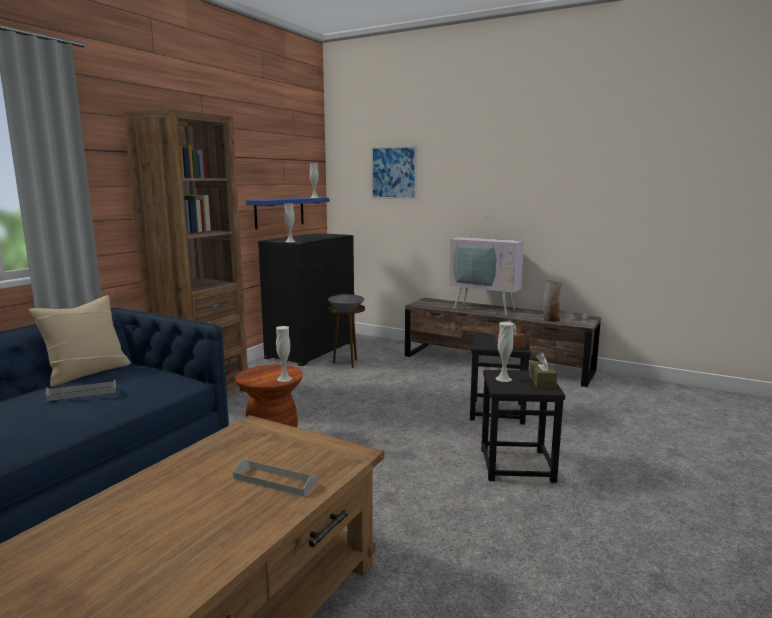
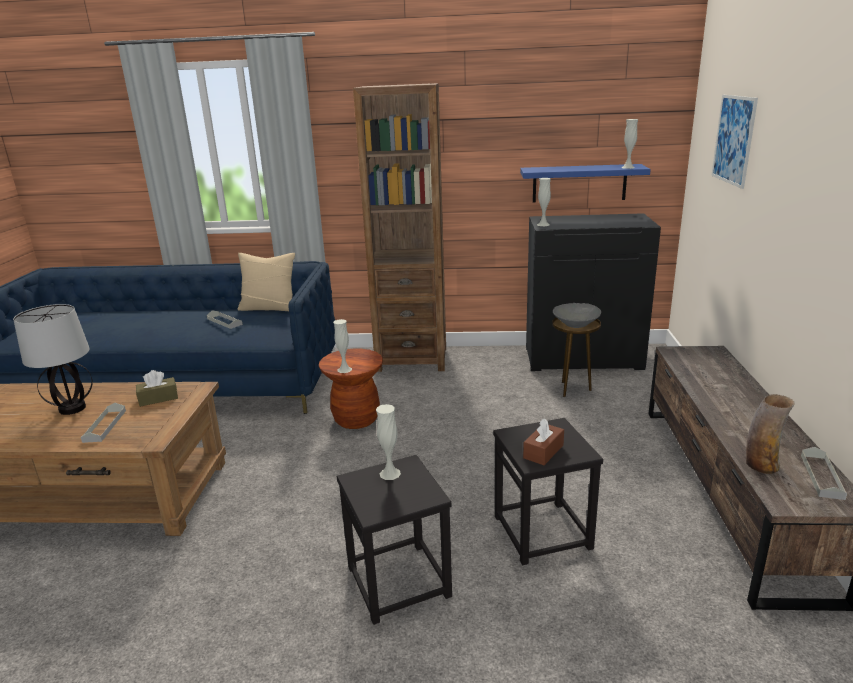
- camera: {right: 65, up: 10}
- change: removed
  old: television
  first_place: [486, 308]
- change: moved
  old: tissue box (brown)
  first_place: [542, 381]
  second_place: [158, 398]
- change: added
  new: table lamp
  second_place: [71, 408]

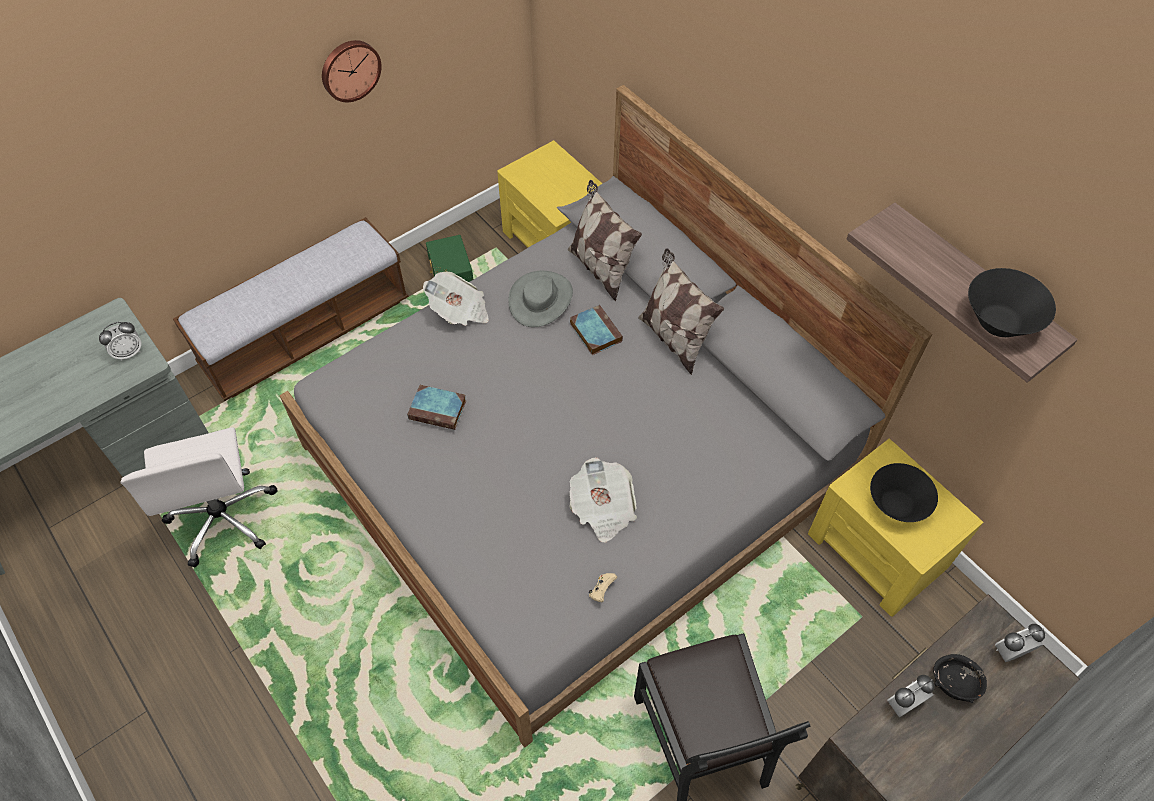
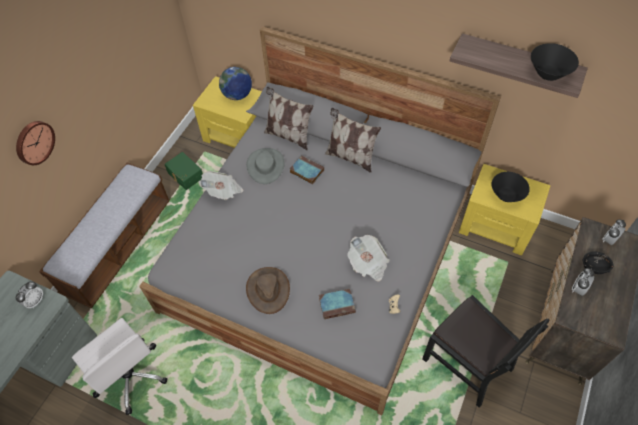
- camera: {right: -25, up: 0}
- change: moved
  old: wall clock
  first_place: [350, 69]
  second_place: [34, 142]
- change: moved
  old: book
  first_place: [439, 409]
  second_place: [337, 305]
- change: added
  new: globe
  second_place: [237, 95]
- change: added
  new: hat (brown)
  second_place: [268, 290]

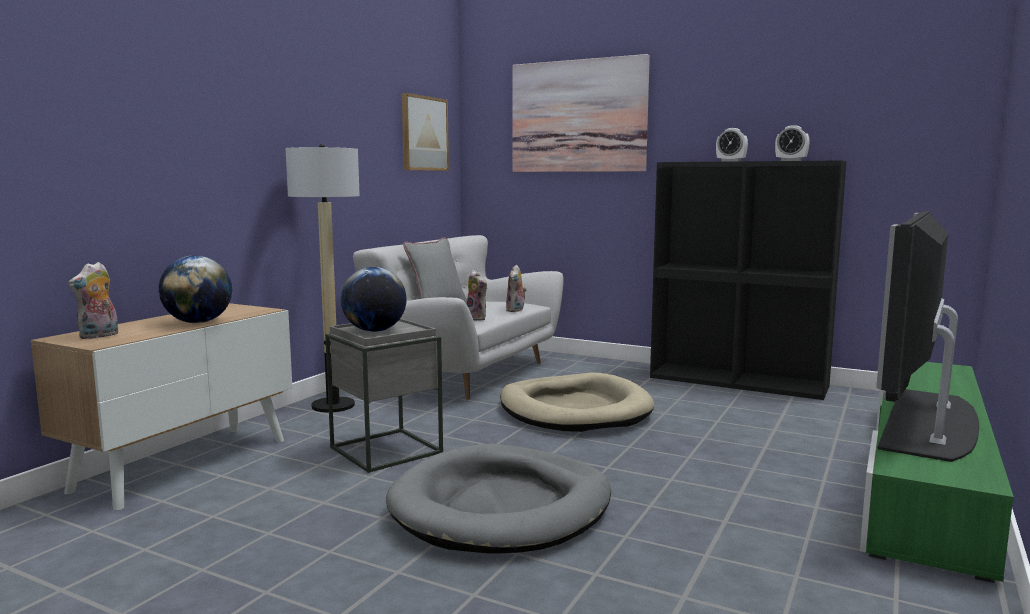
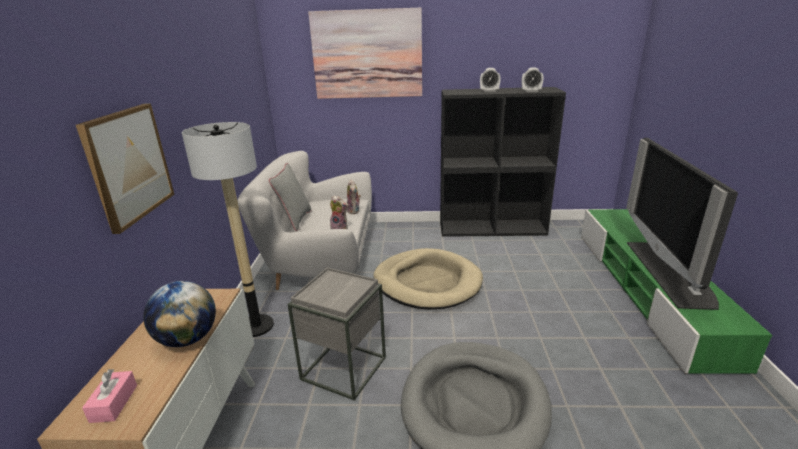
- camera: {right: -25, up: 15}
- change: replaced
  old: plush toy
  new: tissue box (pink)
  first_place: [99, 336]
  second_place: [114, 403]
- change: removed
  old: globe
  first_place: [375, 331]
- change: moved
  old: picture
  first_place: [424, 133]
  second_place: [128, 165]

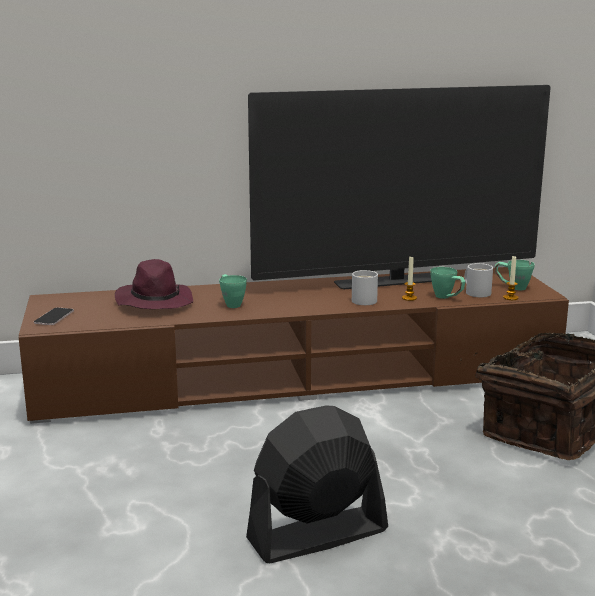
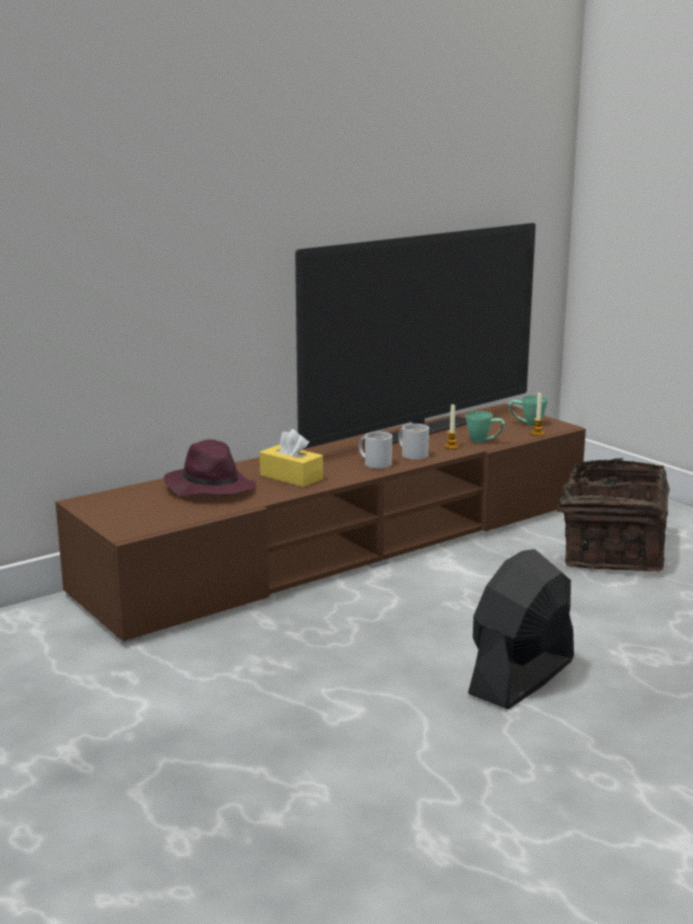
- camera: {right: -25, up: 0}
- change: removed
  old: phone
  first_place: [54, 317]
- change: replaced
  old: mug (green)
  new: tissue box (yellow)
  first_place: [231, 303]
  second_place: [291, 477]
- change: moved
  old: mug (white)
  first_place: [477, 292]
  second_place: [376, 463]

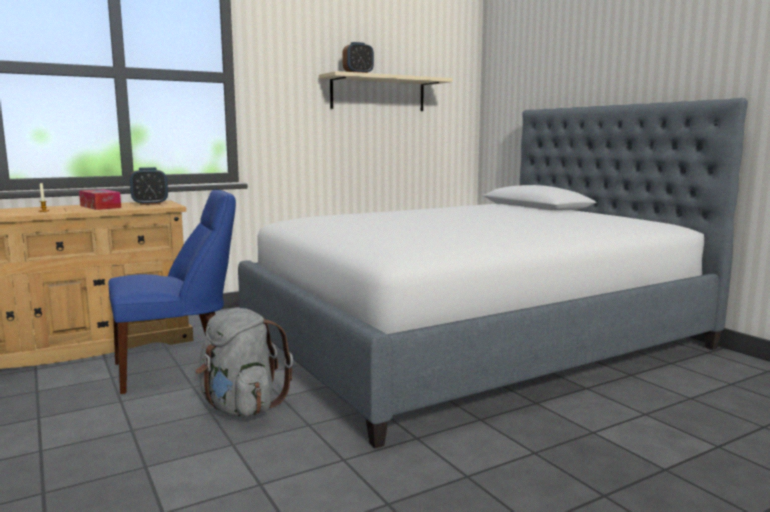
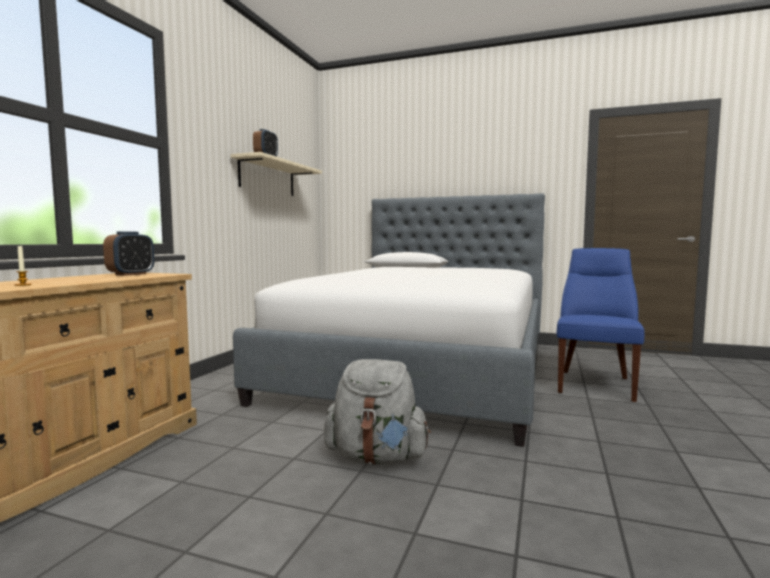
- camera: {right: -40, up: -5}
- change: removed
  old: tissue box
  first_place: [100, 207]
- change: moved
  old: chair (blue)
  first_place: [178, 368]
  second_place: [595, 384]

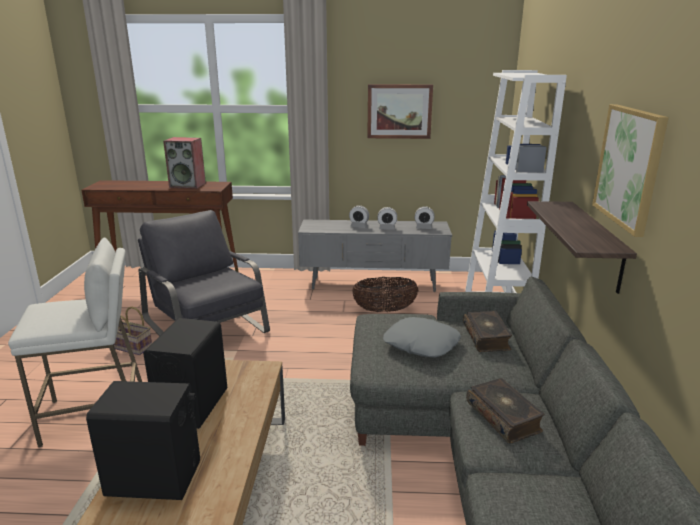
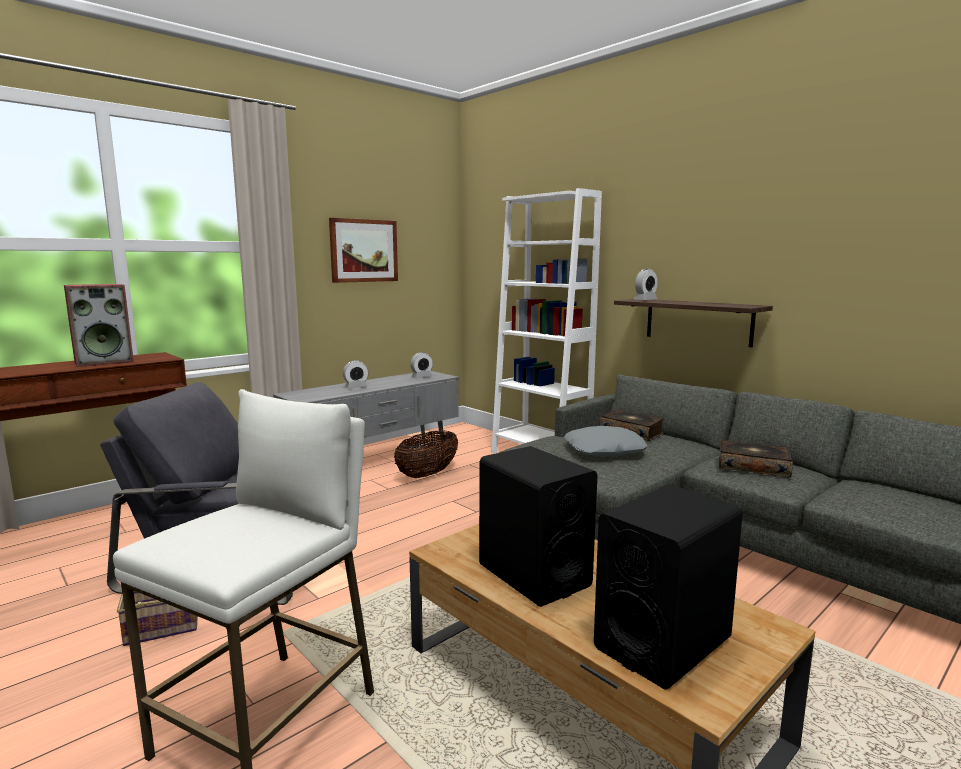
- camera: {right: -45, up: -10}
- change: moved
  old: alarm clock
  first_place: [387, 228]
  second_place: [645, 300]
- change: removed
  old: picture
  first_place: [629, 167]

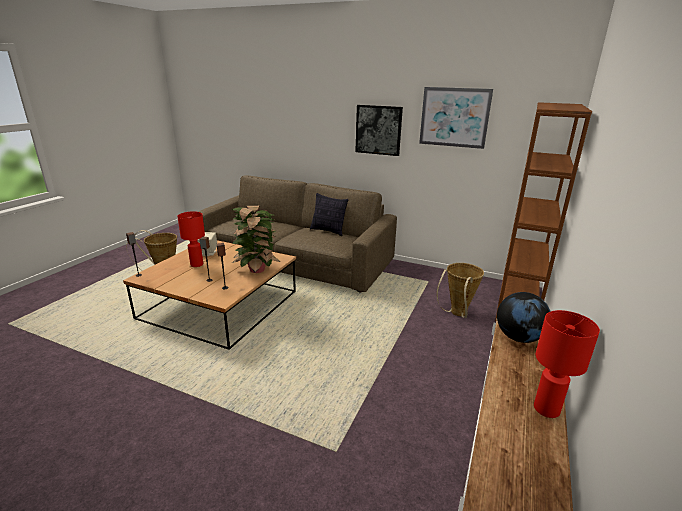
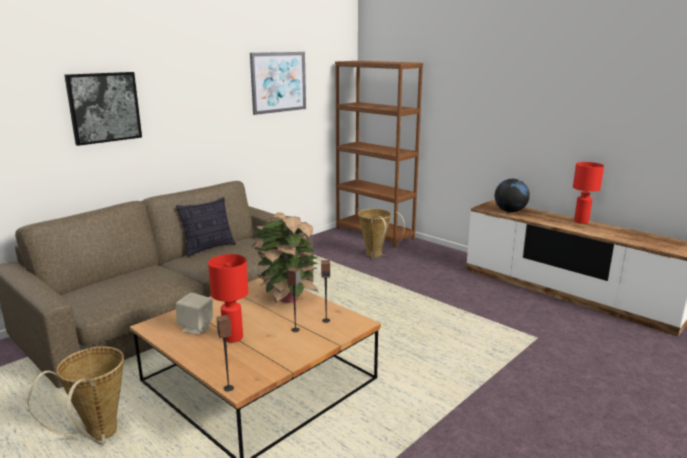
- camera: {right: -70, up: -5}
- change: moved
  old: picture
  first_place: [378, 130]
  second_place: [104, 107]

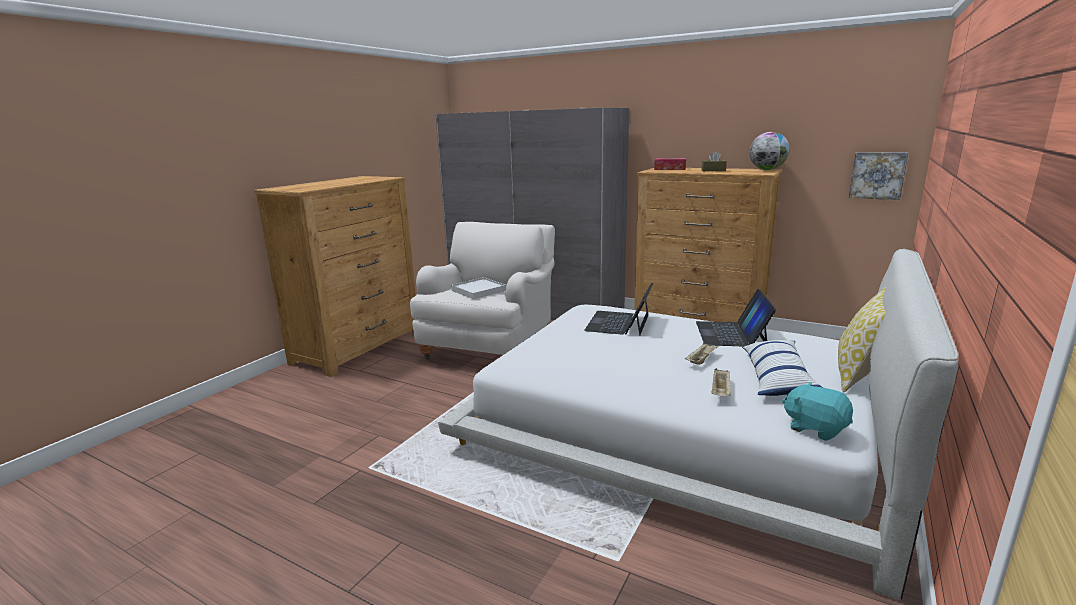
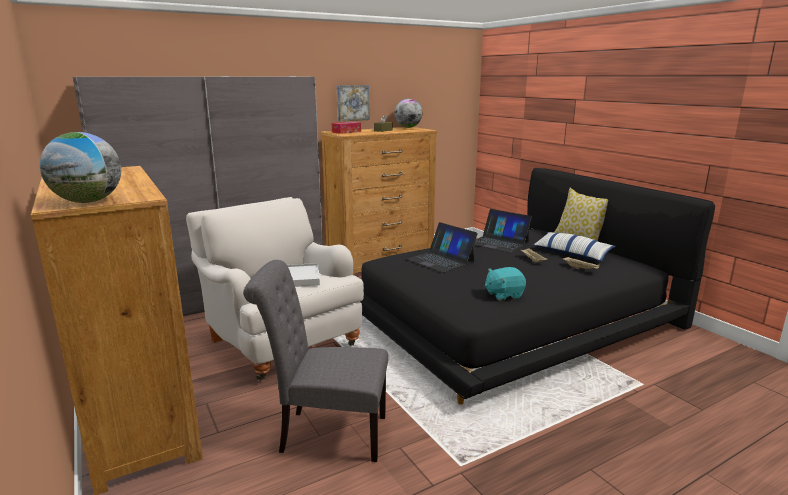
- camera: {right: -60, up: 0}
- change: recoloured
  old: bed (white)
  new: bed (black)
  first_place: [681, 428]
  second_place: [511, 317]
- change: moved
  old: plush toy (turquoise)
  first_place: [815, 428]
  second_place: [503, 295]
- change: moved
  old: picture
  first_place: [877, 175]
  second_place: [352, 103]
- change: added
  new: globe
  second_place: [88, 202]
- change: added
  new: chair (grey)
  second_place: [326, 433]

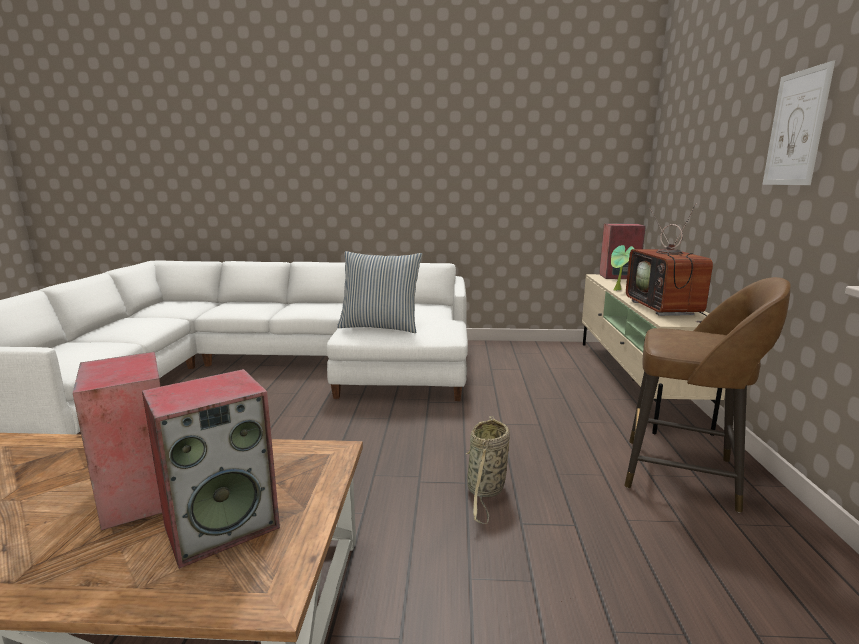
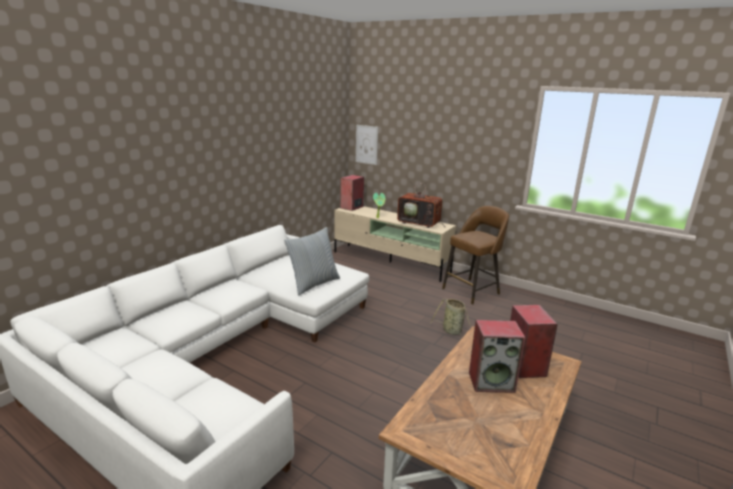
- camera: {right: -60, up: 5}
- change: moved
  old: picture
  first_place: [796, 128]
  second_place: [366, 144]

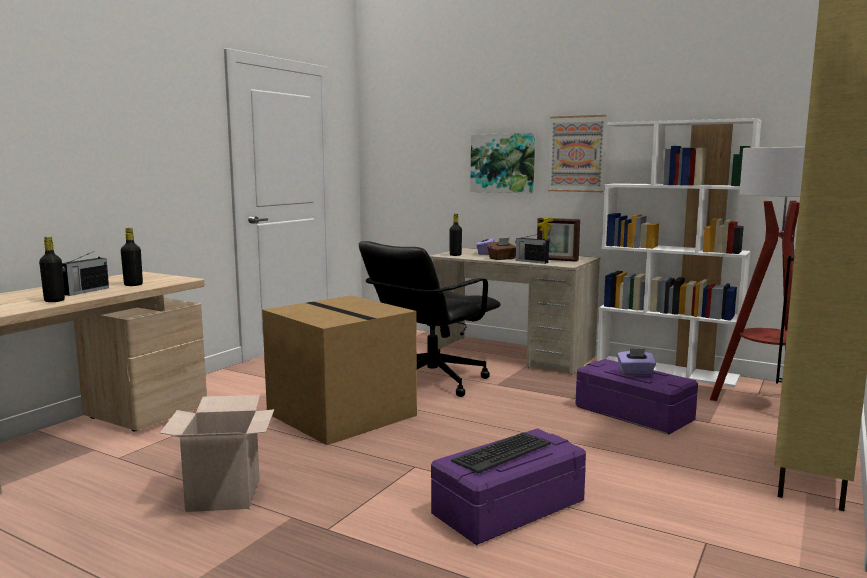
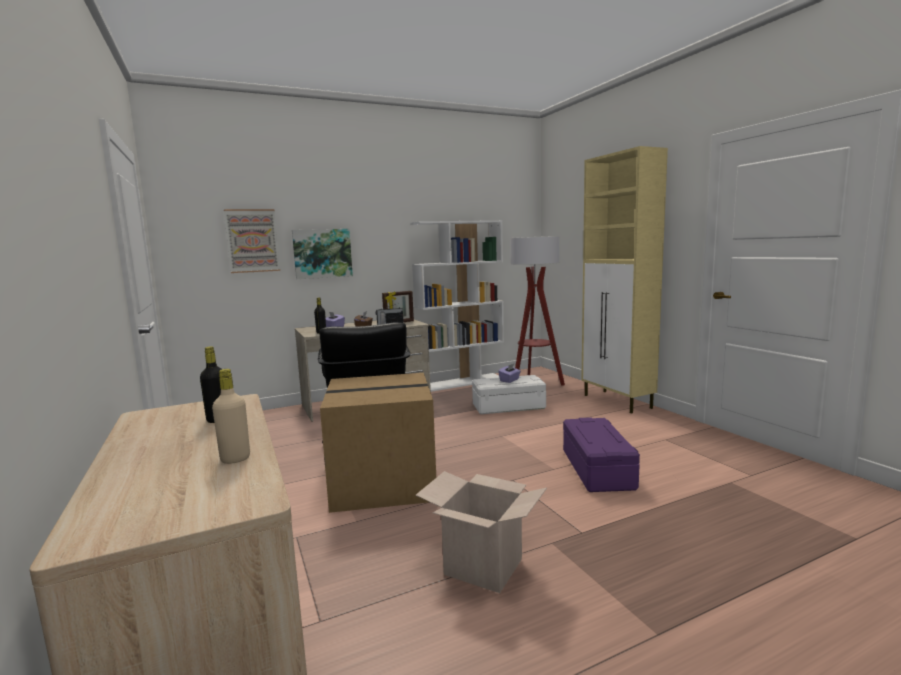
- camera: {right: -55, up: 0}
- change: recoloured
  old: bottle (black)
  new: bottle (beige)
  first_place: [54, 301]
  second_place: [235, 459]
- change: removed
  old: radio
  first_place: [85, 291]
- change: removed
  old: keyboard
  first_place: [501, 452]
- change: moved
  old: picture
  first_place: [577, 154]
  second_place: [252, 241]
- change: recoloured
  old: storage box (purple)
  new: storage box (white)
  first_place: [634, 414]
  second_place: [508, 406]

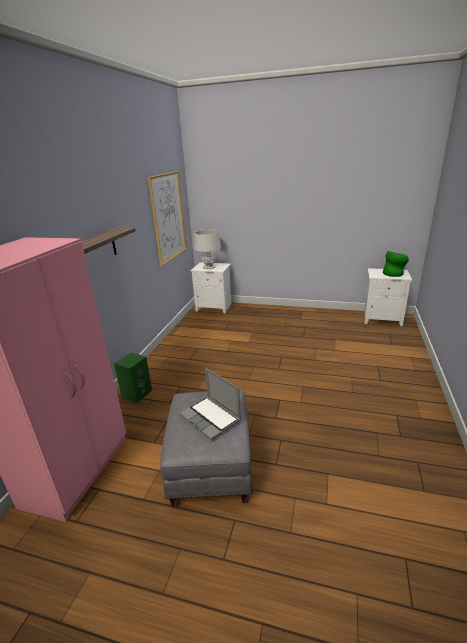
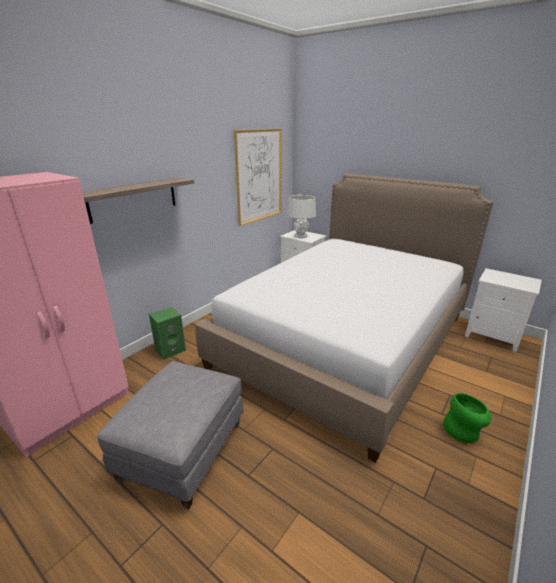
- camera: {right: 20, up: 0}
- change: removed
  old: laptop
  first_place: [211, 418]
- change: moved
  old: vase (green)
  first_place: [394, 274]
  second_place: [463, 431]
- change: added
  new: bed
  second_place: [345, 341]

